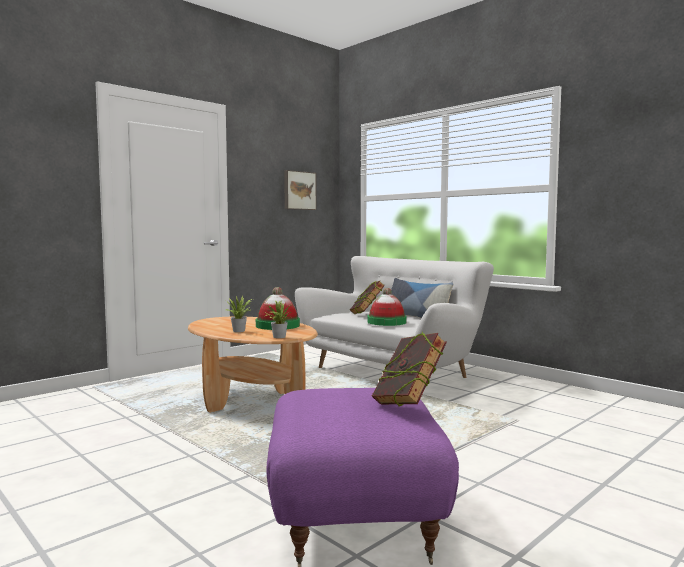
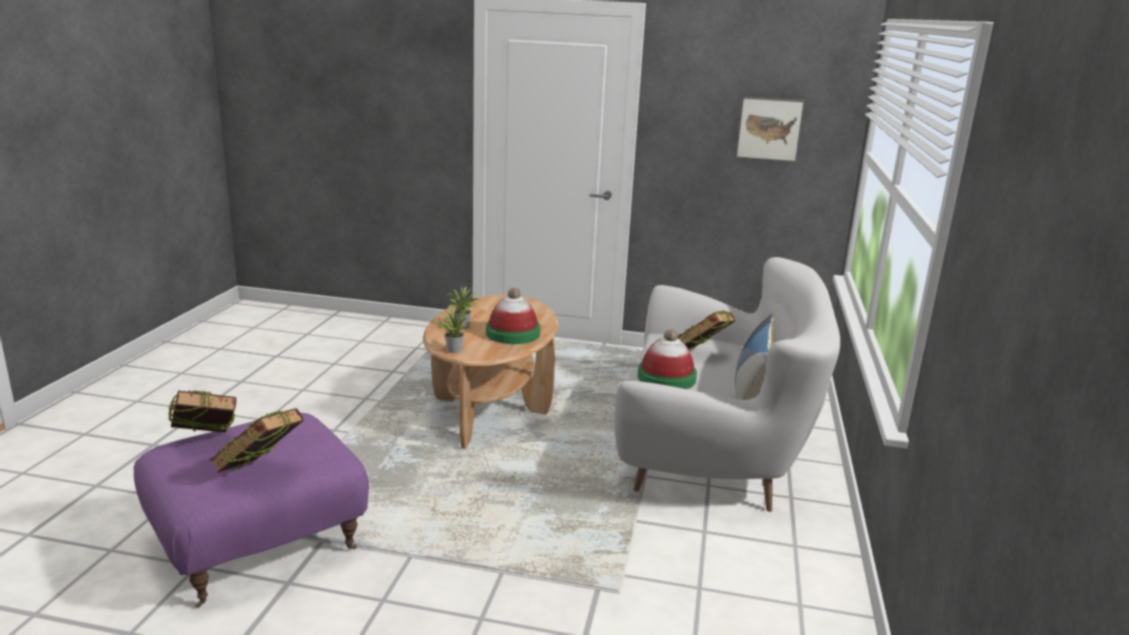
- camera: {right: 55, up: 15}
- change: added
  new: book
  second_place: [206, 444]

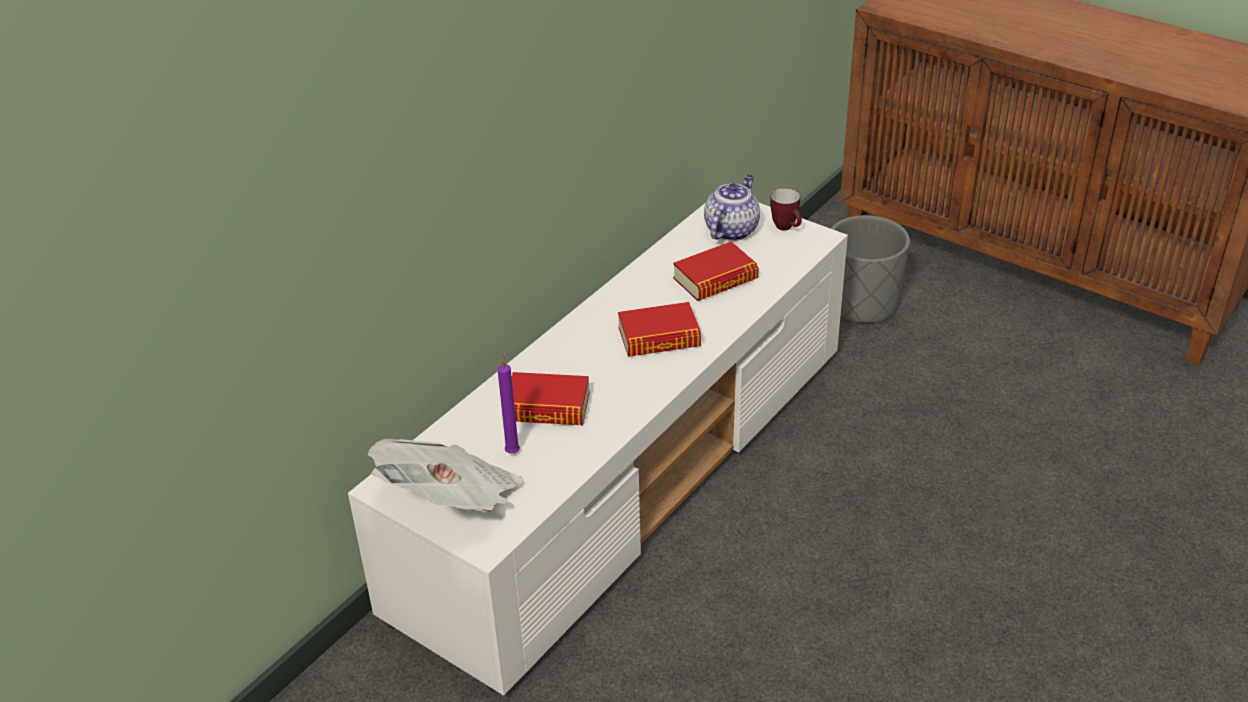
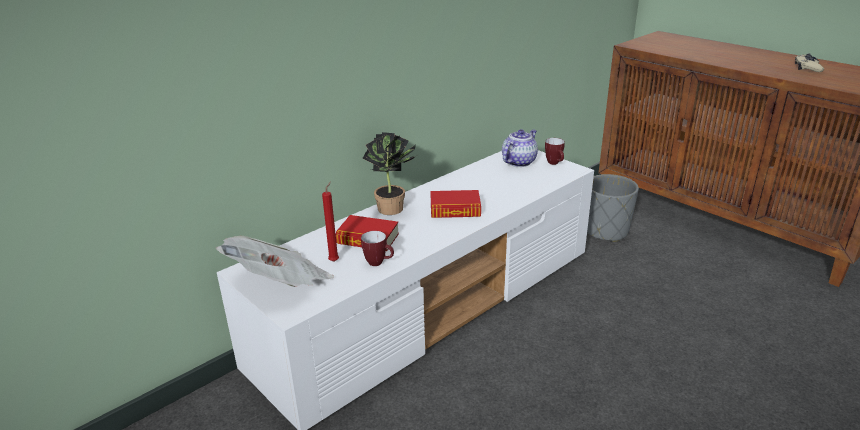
- camera: {right: 10, up: -10}
- change: recoloured
  old: candle (purple)
  new: candle (red)
  first_place: [513, 451]
  second_place: [335, 260]
- change: removed
  old: book
  first_place: [715, 279]
- change: added
  new: mug
  second_place: [379, 263]
- change: added
  new: potted plant
  second_place: [394, 209]
- change: added
  new: game controller (beige)
  second_place: [807, 67]

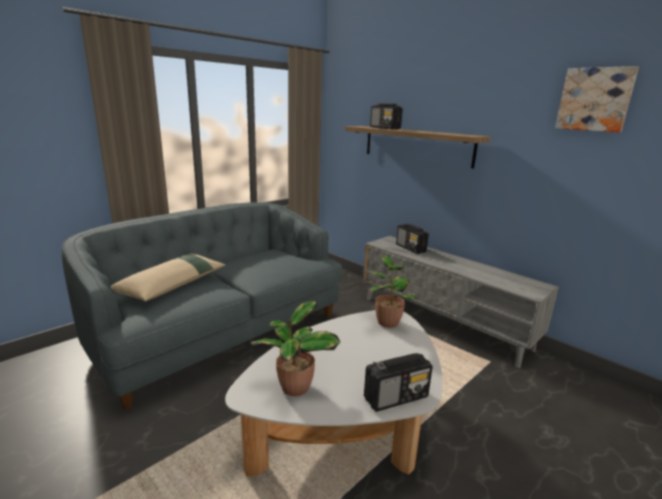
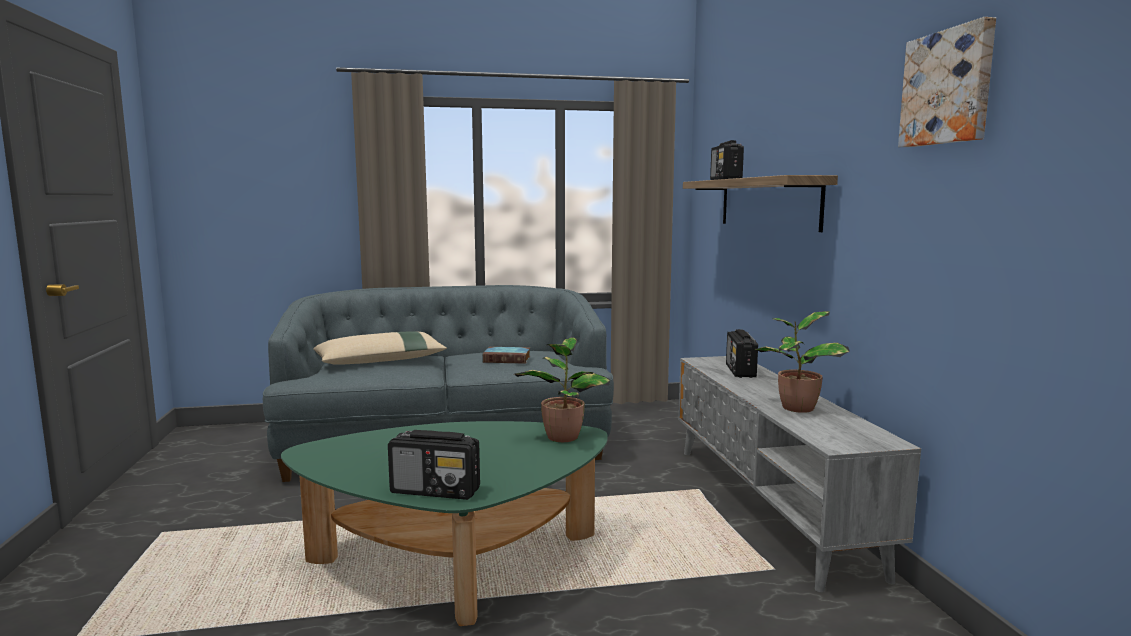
- camera: {right: 35, up: -10}
- change: recoloured
  old: coffee table (white)
  new: coffee table (green)
  first_place: [347, 428]
  second_place: [456, 563]
- change: moved
  old: potted plant
  first_place: [294, 388]
  second_place: [796, 408]
- change: added
  new: book
  second_place: [508, 359]

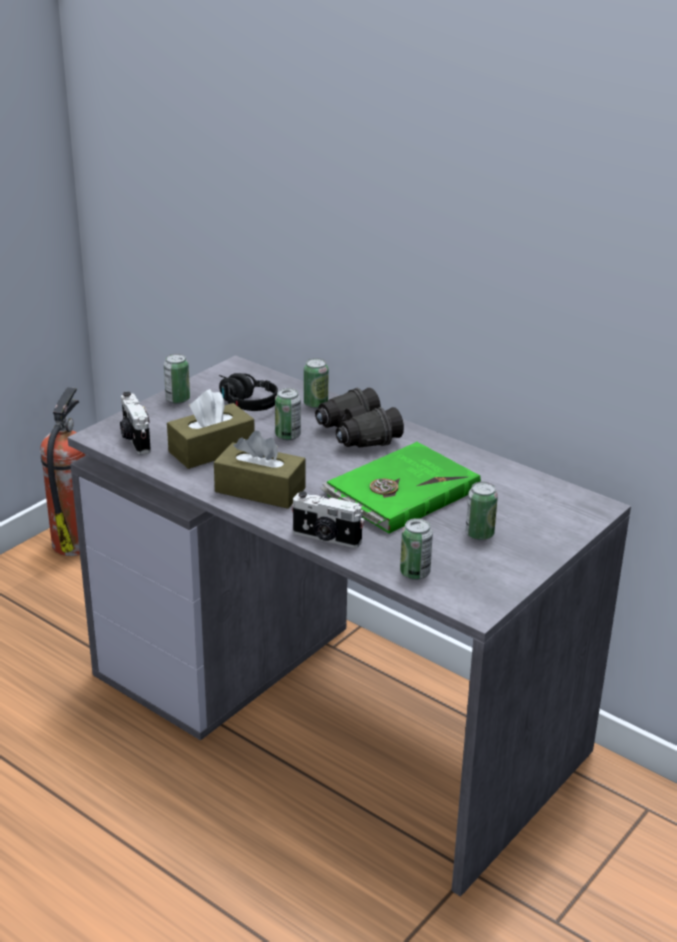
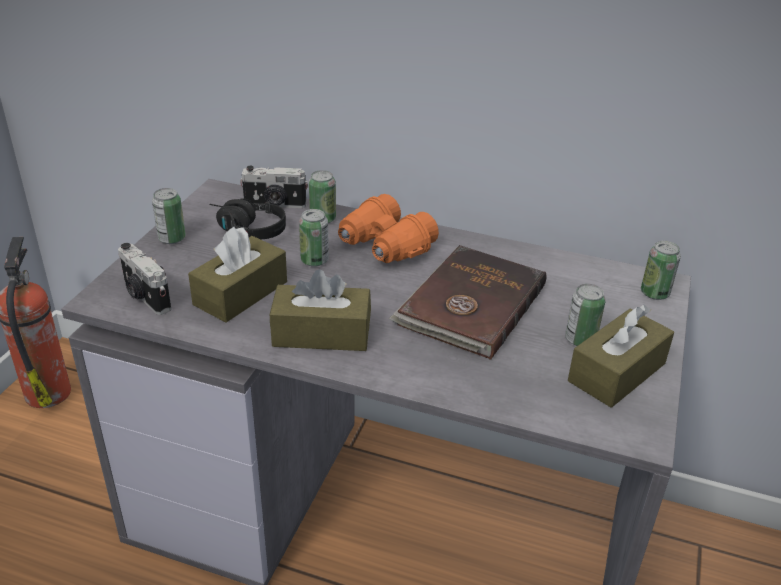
- camera: {right: -20, up: 5}
- change: moved
  old: photo camera
  first_place: [326, 538]
  second_place: [275, 204]
- change: recoloured
  old: binoculars (black)
  new: binoculars (orange)
  first_place: [356, 434]
  second_place: [384, 246]
- change: recoloured
  old: book (green)
  new: book (brown)
  first_place: [400, 492]
  second_place: [469, 305]
- change: moved
  old: can
  first_place: [415, 573]
  second_place: [654, 293]
- change: added
  new: tissue box (brown)
  second_place: [616, 372]

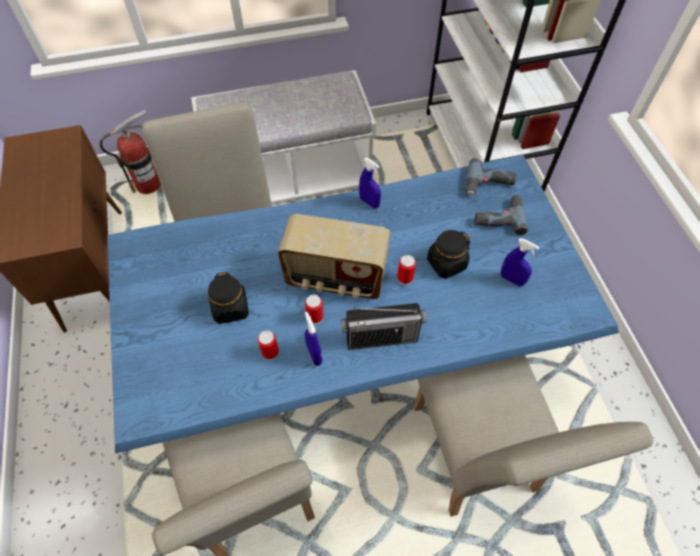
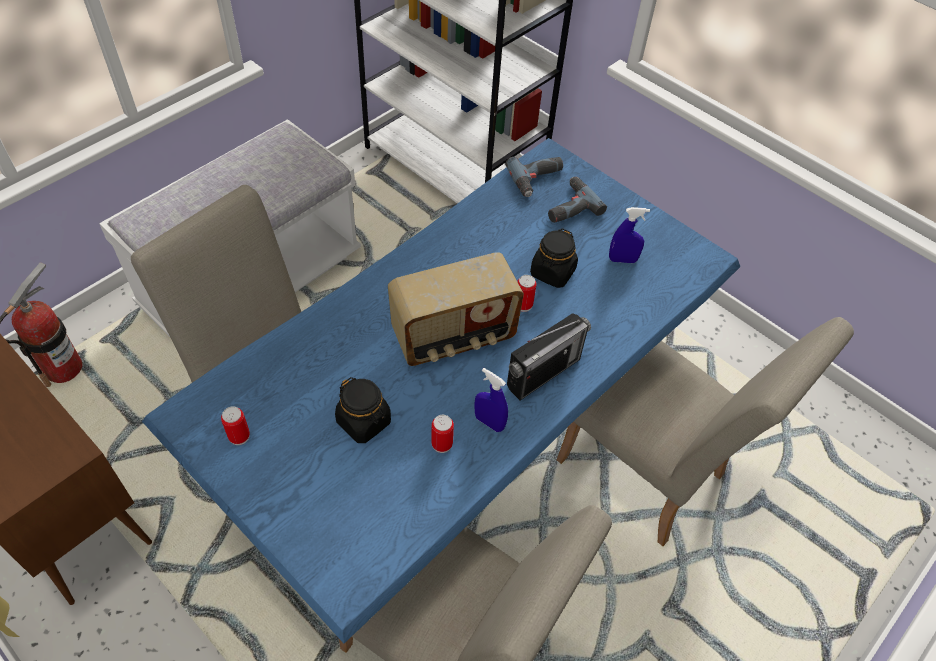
- camera: {right: -35, up: -5}
- change: moved
  old: can
  first_place: [315, 317]
  second_place: [239, 436]
- change: removed
  old: spray bottle (blue)
  first_place: [369, 202]

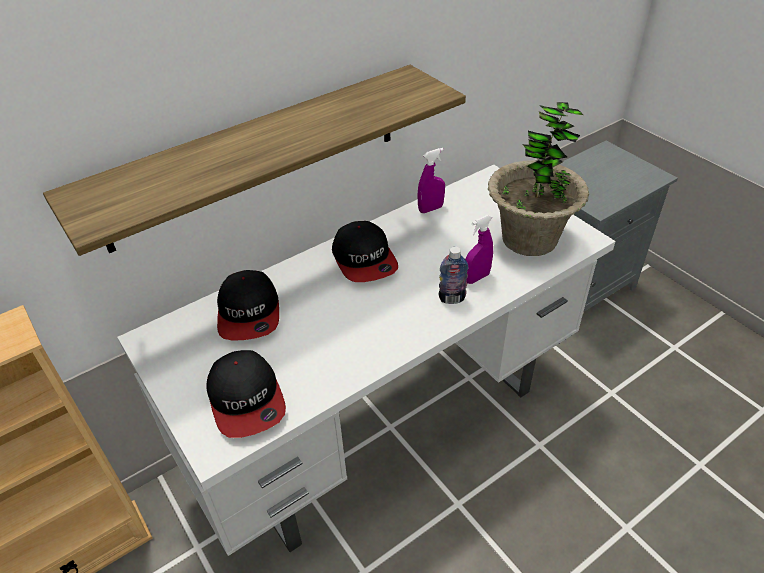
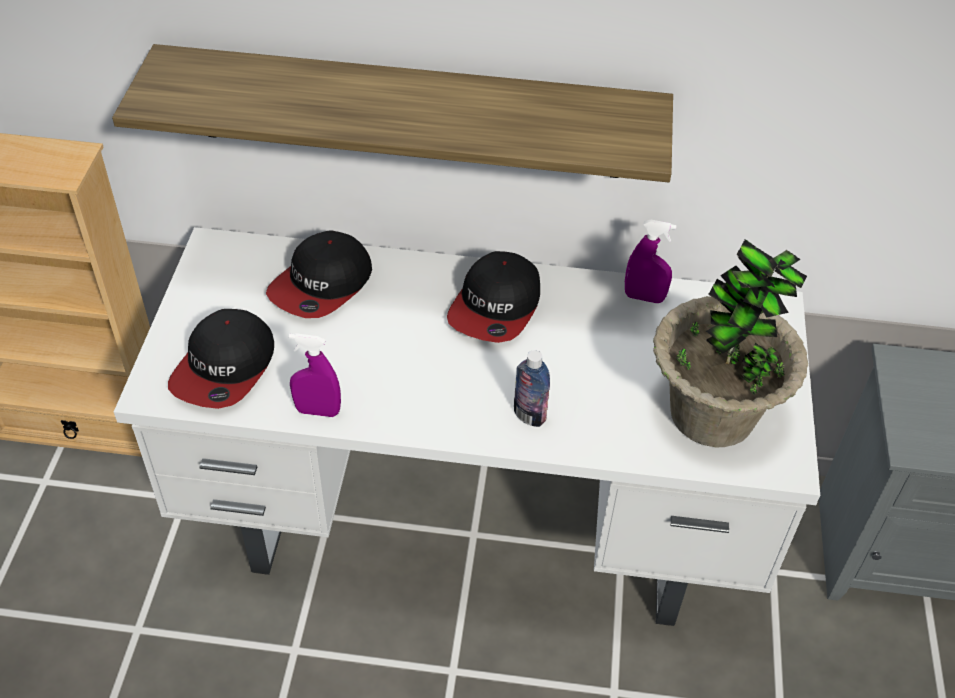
- camera: {right: 40, up: 5}
- change: moved
  old: spray bottle (purple)
  first_place: [476, 278]
  second_place: [318, 411]

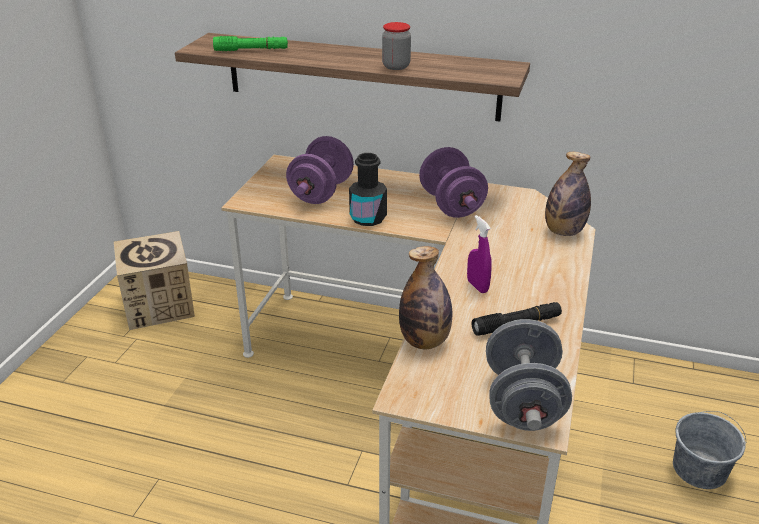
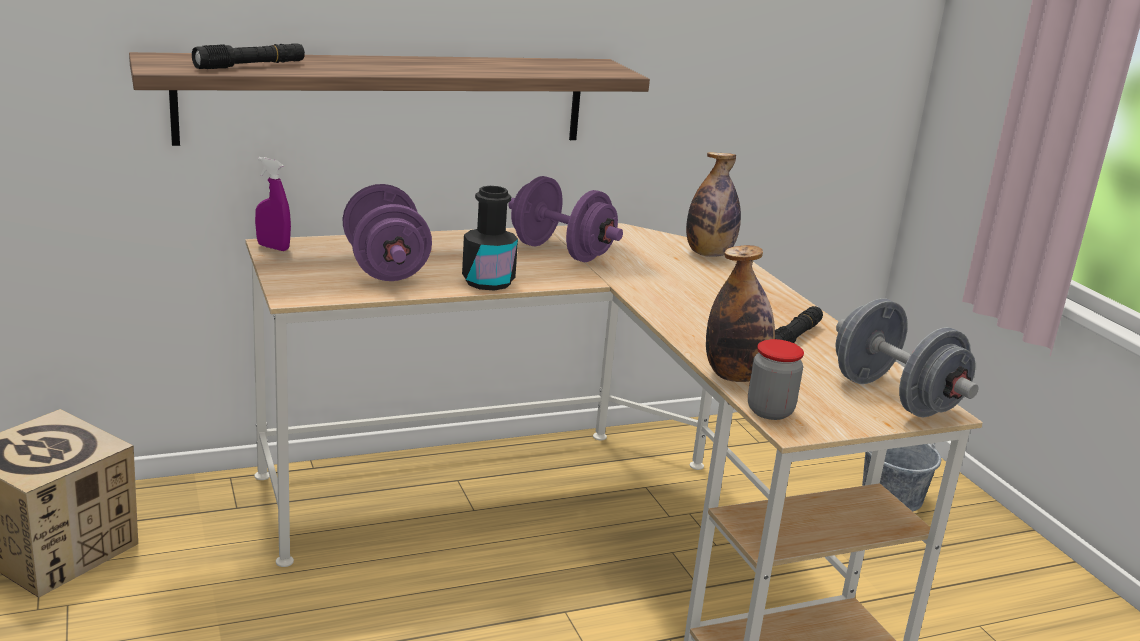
- camera: {right: -40, up: -10}
- change: recoloured
  old: flashlight (green)
  new: flashlight (black)
  first_place: [251, 50]
  second_place: [250, 66]
- change: moved
  old: jar
  first_place: [396, 66]
  second_place: [770, 411]
- change: moved
  old: spray bottle (purple)
  first_place: [477, 286]
  second_place: [273, 247]

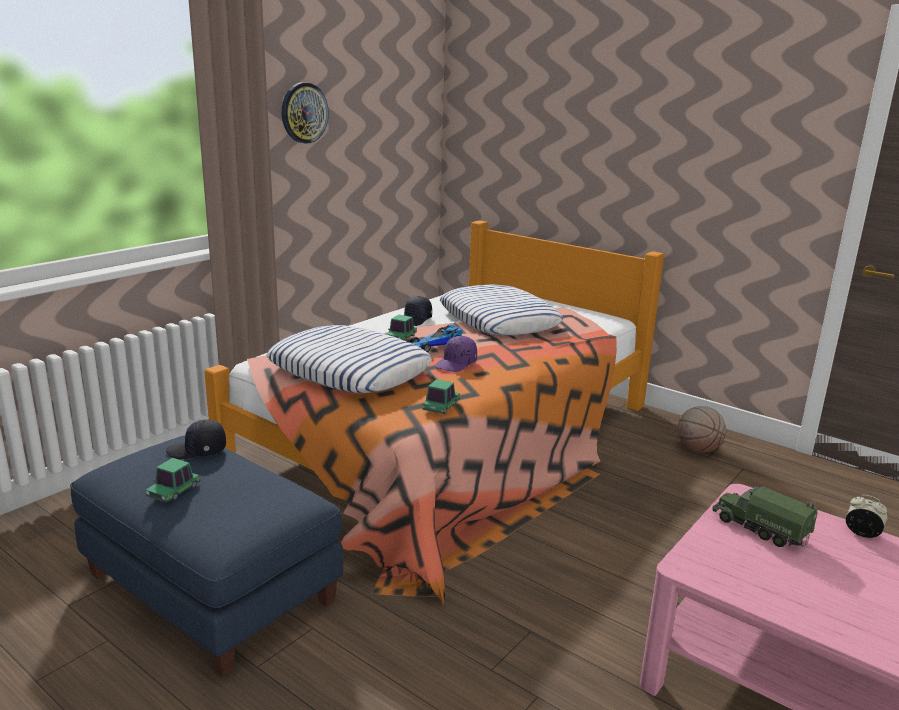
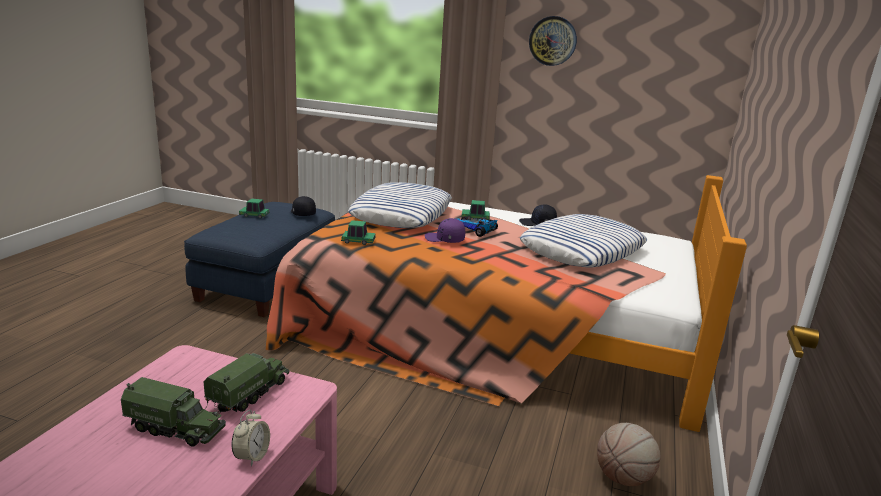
- camera: {right: 70, up: 0}
- change: added
  new: toy truck
  second_place: [176, 428]

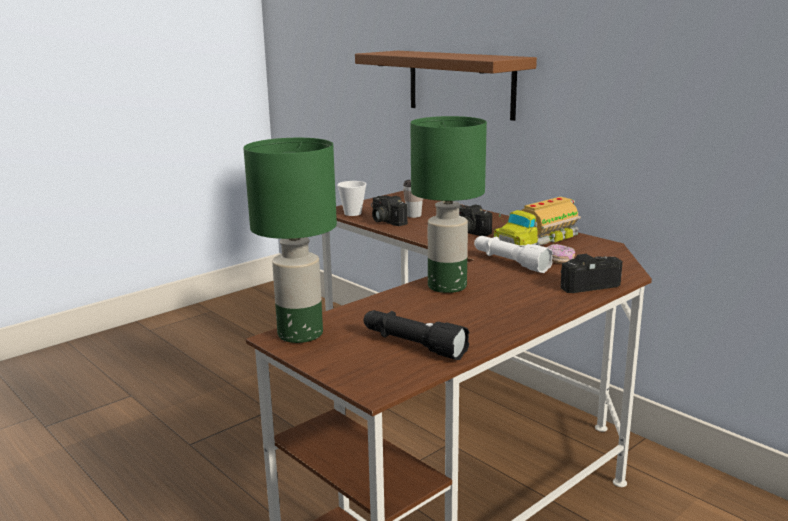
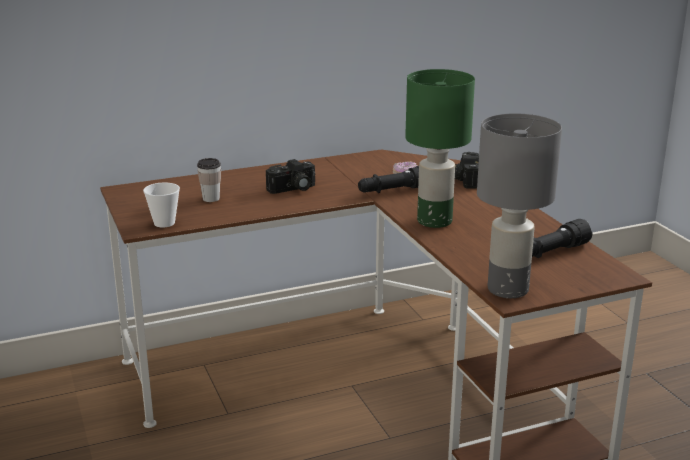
- camera: {right: -70, up: 5}
- change: recoloured
  old: table lamp (green)
  new: table lamp (grey)
  first_place: [299, 334]
  second_place: [506, 290]
- change: removed
  old: shelf (brown)
  first_place: [460, 83]
- change: removed
  old: photo camera
  first_place: [385, 221]
- change: recoloured
  old: flashlight (white)
  new: flashlight (black)
  first_place: [509, 262]
  second_place: [395, 191]
- change: removed
  old: toy truck
  first_place: [536, 240]

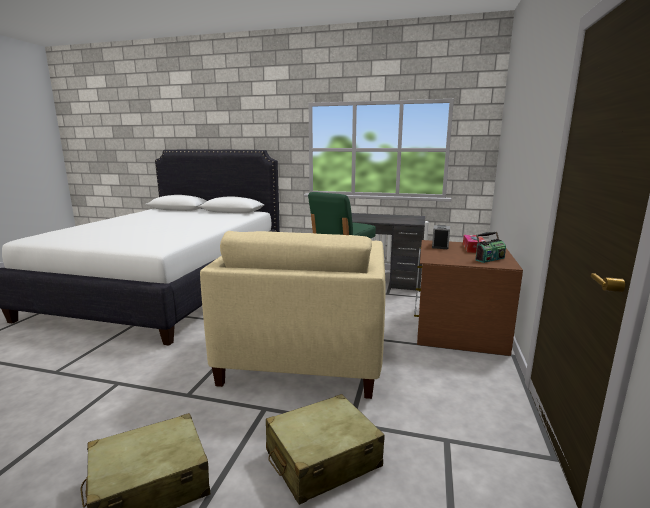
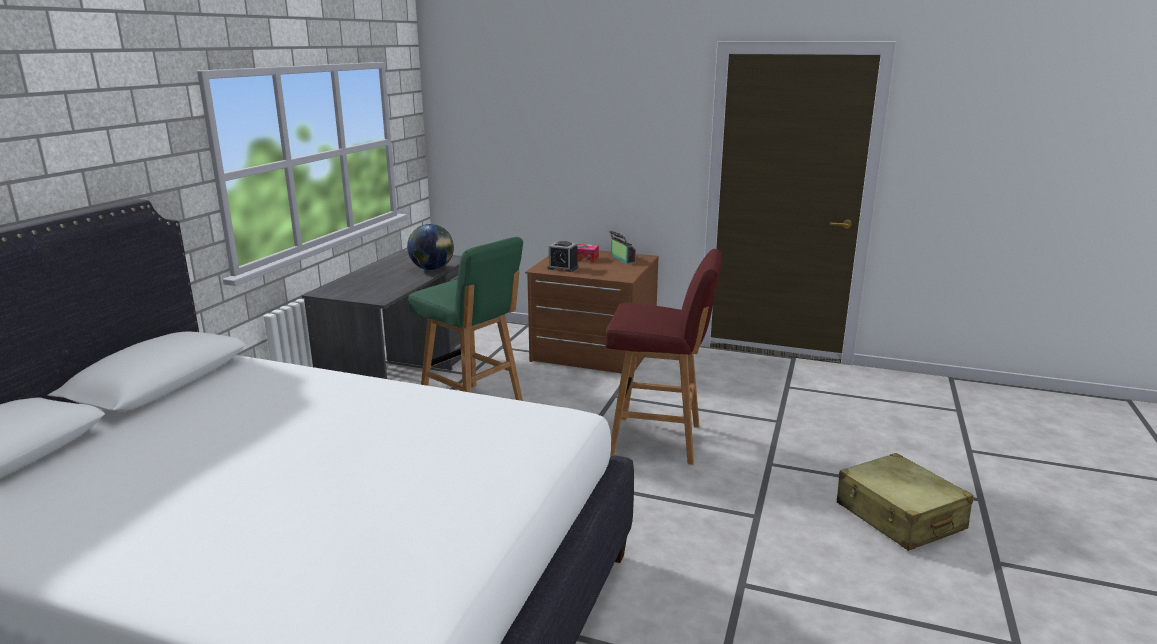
- camera: {right: -85, up: 5}
- change: replaced
  old: armchair (beige)
  new: stool (red)
  first_place: [304, 356]
  second_place: [658, 440]
- change: removed
  old: suitcase (beige)
  first_place: [322, 459]
- change: added
  new: globe
  second_place: [432, 269]

